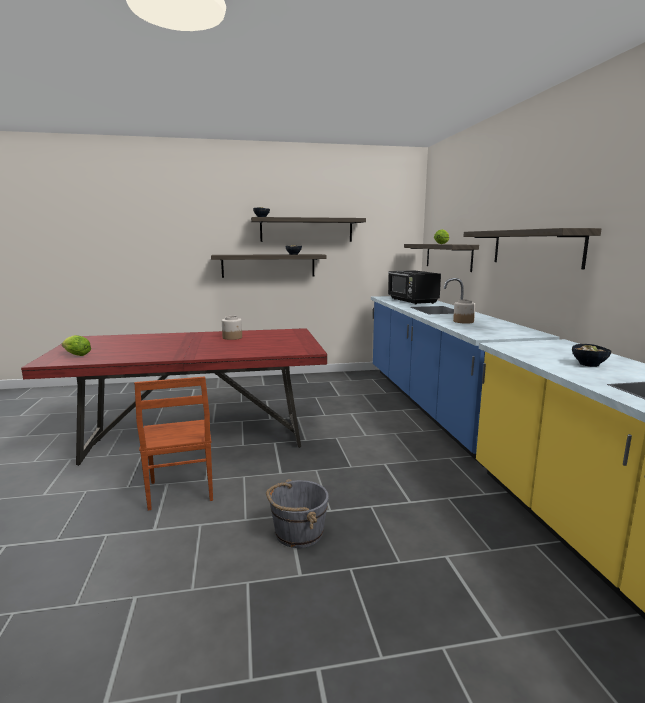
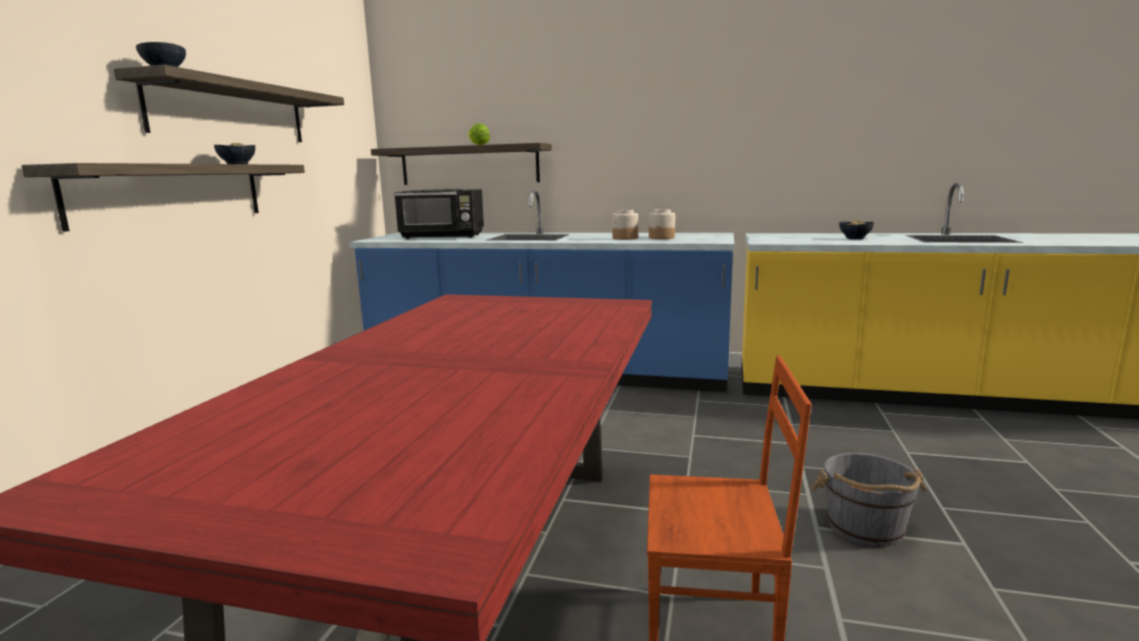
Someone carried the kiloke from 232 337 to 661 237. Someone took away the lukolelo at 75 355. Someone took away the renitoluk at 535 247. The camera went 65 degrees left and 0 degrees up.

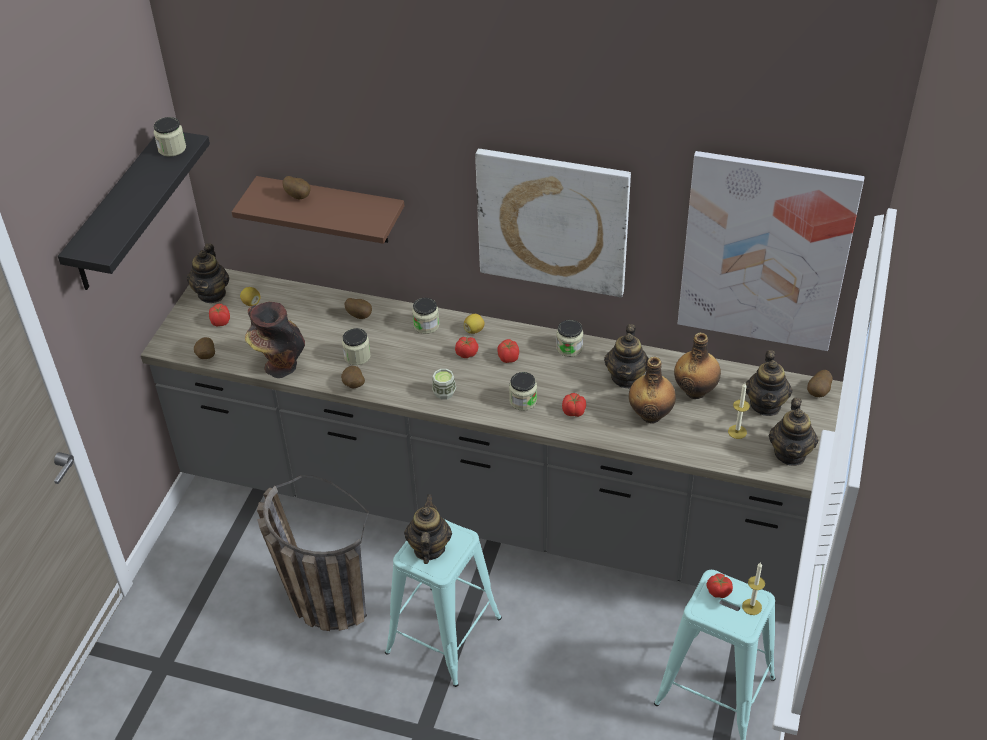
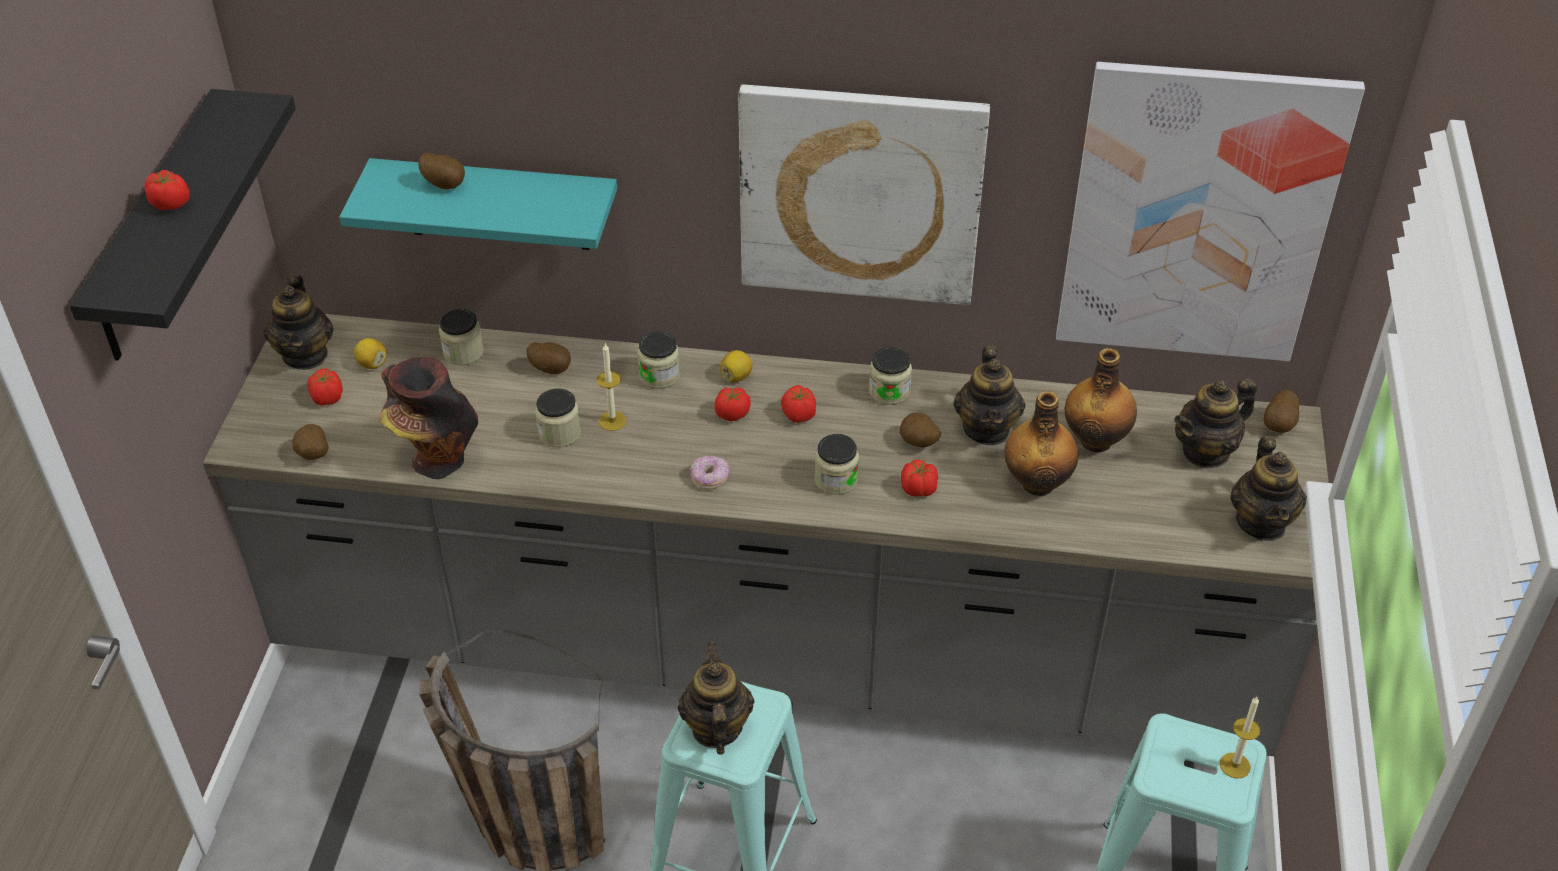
Someone carried the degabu from 718 591 to 171 204. Someone repainted the brown renitoluk at 332 210, which became the turquoise renitoluk at 497 204. Someone carried the kiloke from 172 148 to 463 352. Someone carried the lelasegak from 737 432 to 612 421. Someone swapped the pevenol at 444 393 for the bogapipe at 709 478. Someone carried the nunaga from 353 386 to 918 444. Someone rotated the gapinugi at 766 405 by 60 degrees clockwise. The camera went 10 degrees left and 0 degrees up.

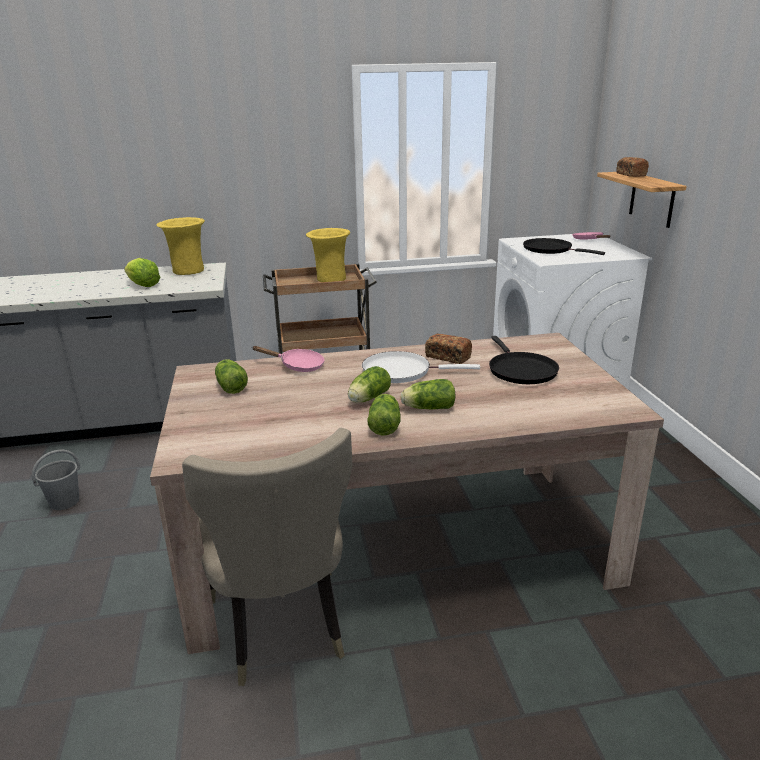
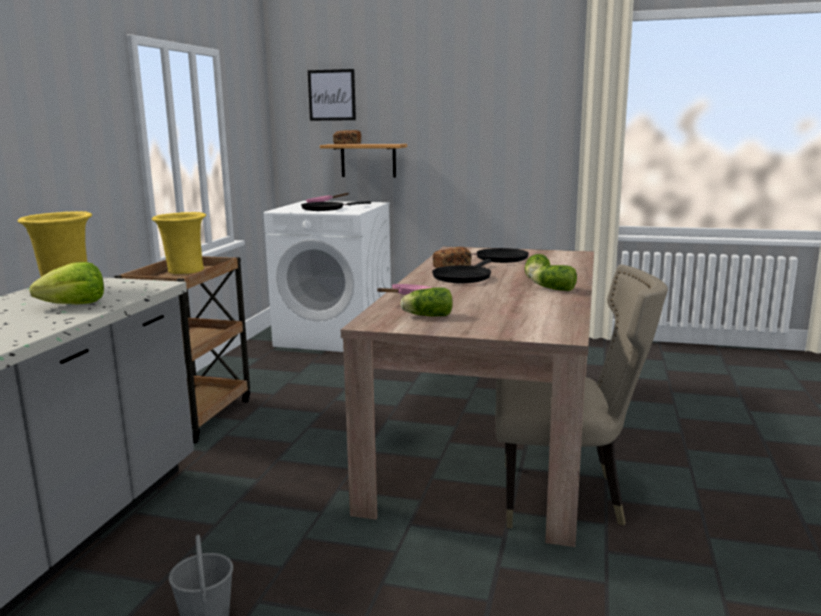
Someone put up the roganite at 332 95. Someone repainted the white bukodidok at 401 371, which became the black bukodidok at 463 277. Someone took away the lukolelo at 367 399. The camera went 65 degrees left and 10 degrees down.

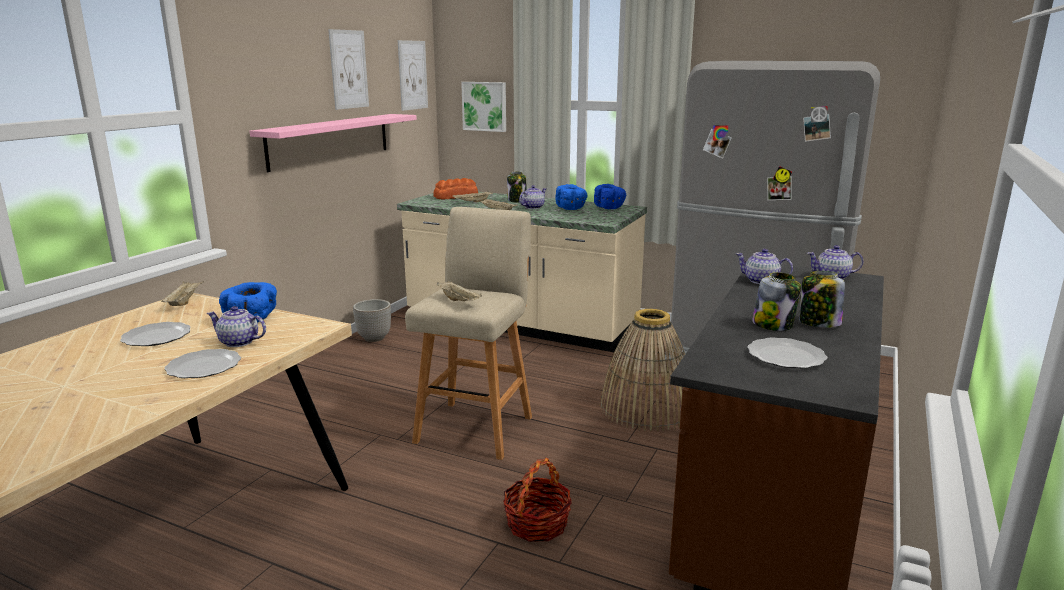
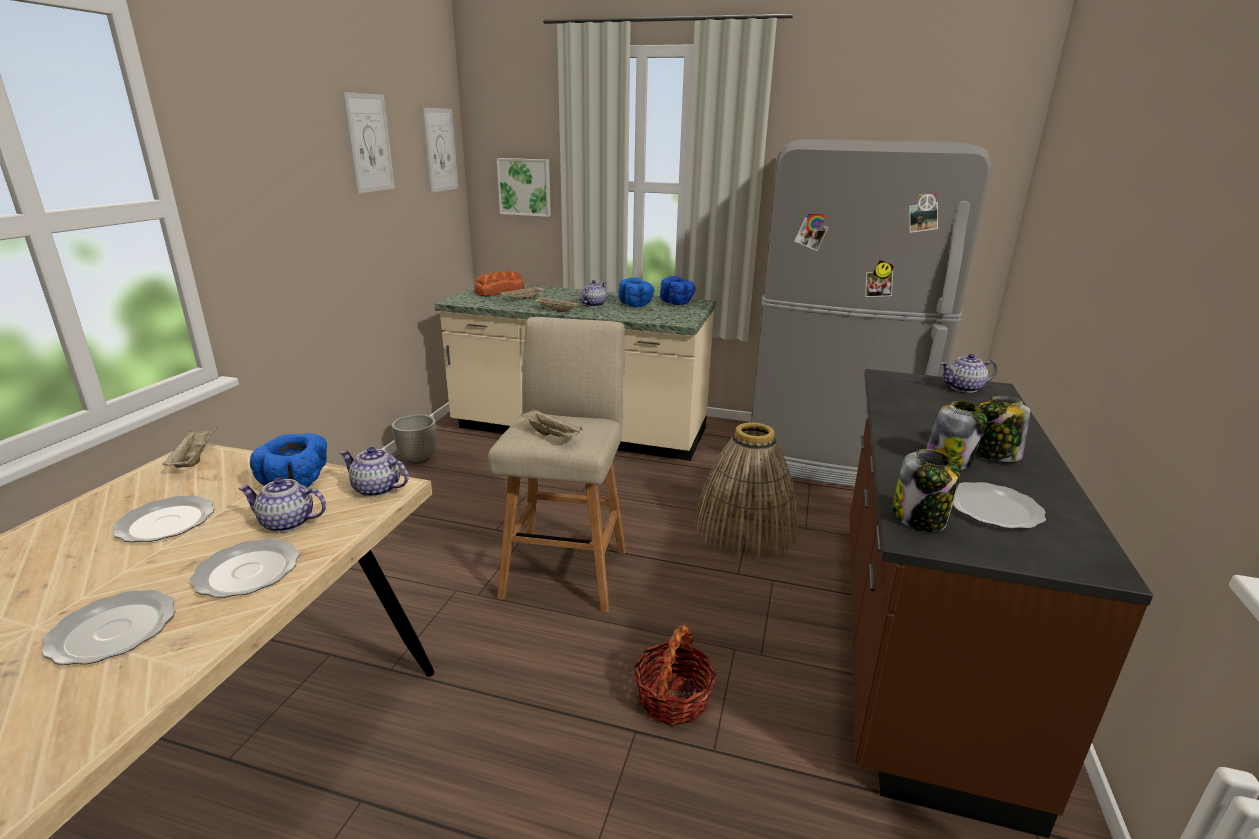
Someone put down the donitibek at 111 631. Someone carried the gapinugi from 761 281 to 377 489. Someone carried the kiloke from 517 200 to 919 519. Someone took away the pink renitoluk at 330 140. The camera went 10 degrees left and 5 degrees up.

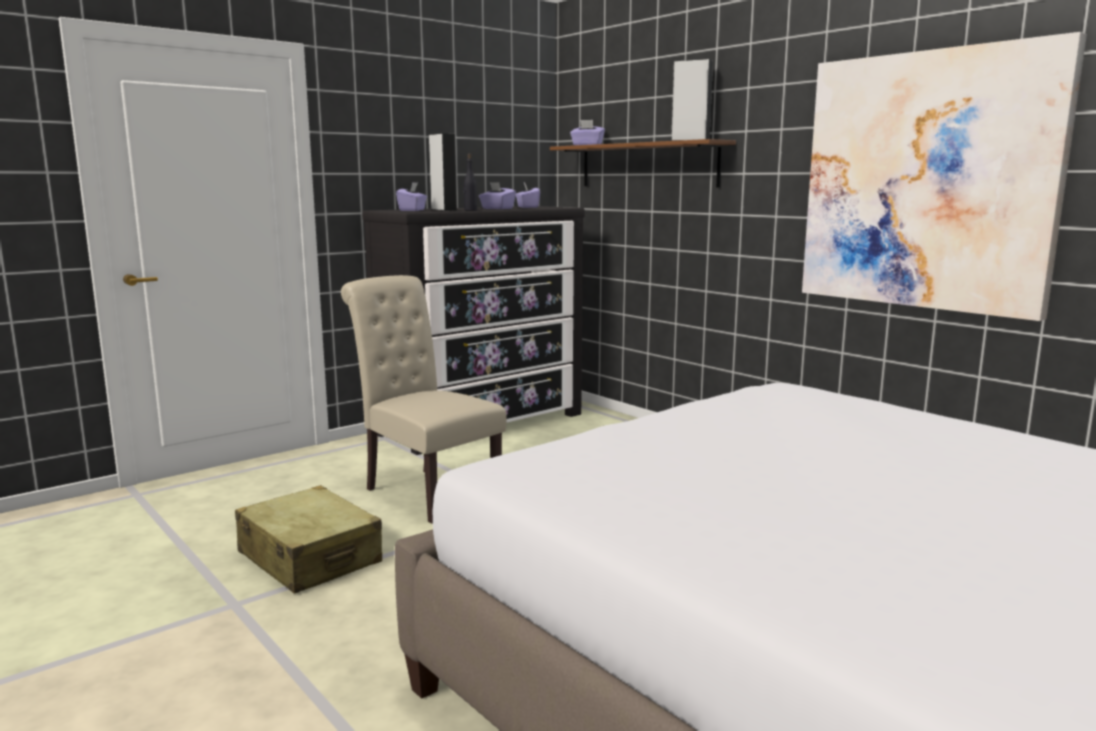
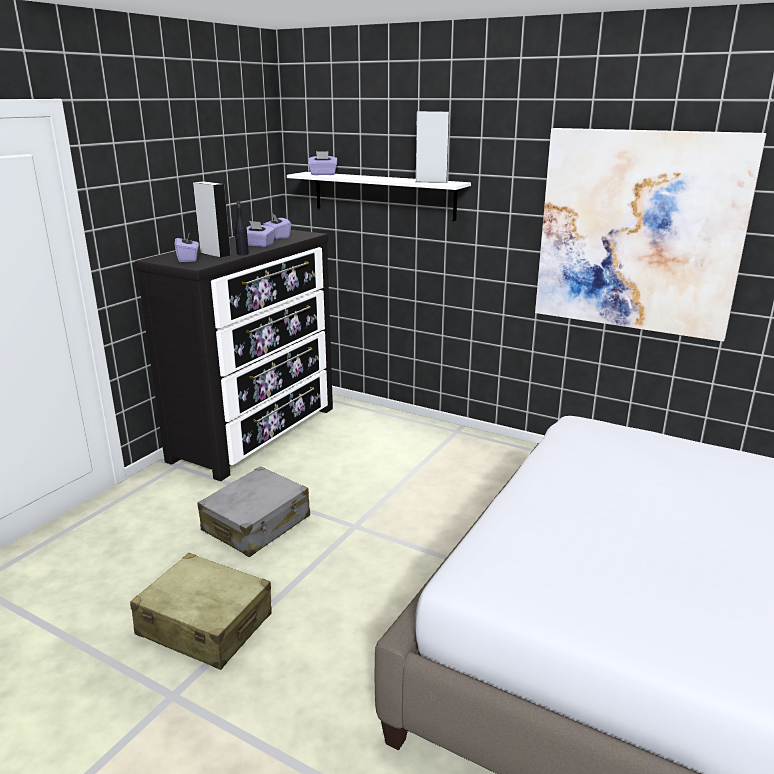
Someone swapped the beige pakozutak at 425 491 for the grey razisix at 257 524. Someone repainted the brown renitoluk at 647 165, which became the white renitoluk at 383 195. The camera went 20 degrees left and 10 degrees up.

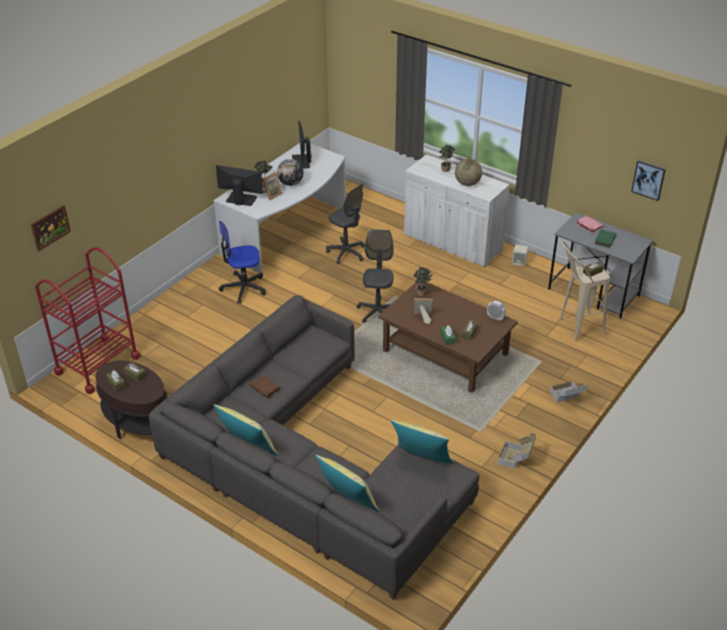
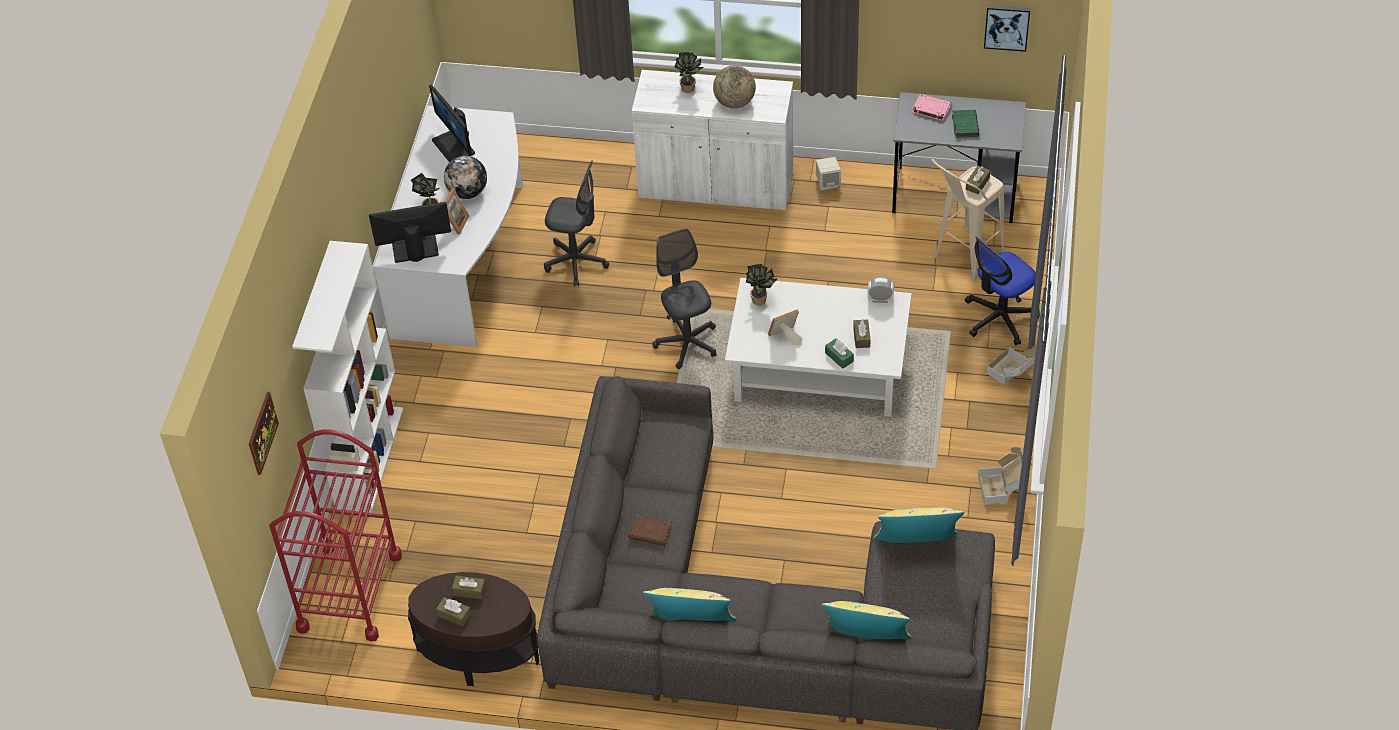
Someone put down the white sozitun at 369 457. Someone repainted the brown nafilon at 445 352, which became the white nafilon at 818 370. Someone carried the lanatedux from 243 288 to 999 318. The camera went 25 degrees left and 10 degrees up.

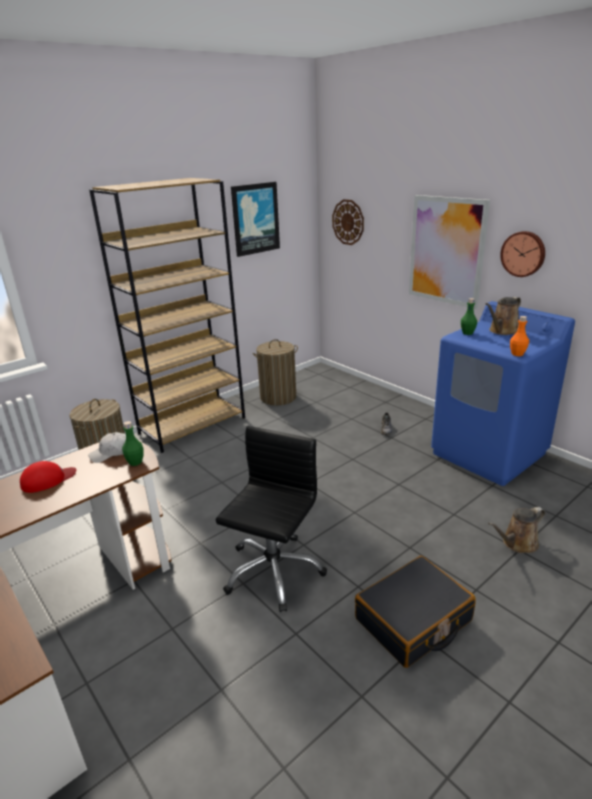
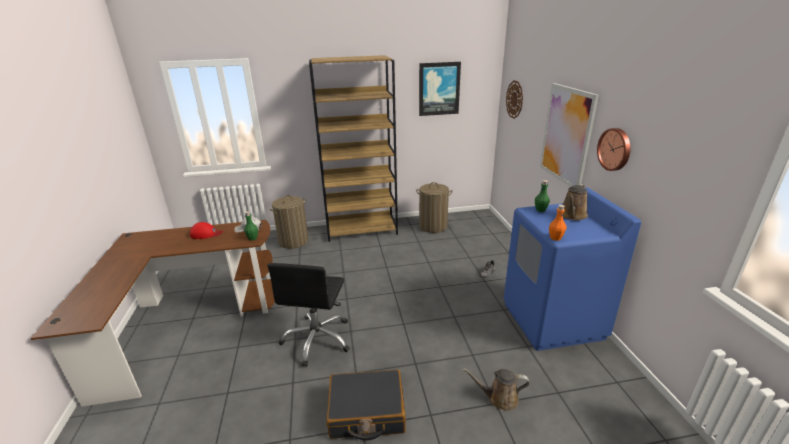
Someone rotated the black lanatedux at 273 571 by 135 degrees clockwise. Someone rotated the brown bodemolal at 502 331 by 45 degrees counterclockwise. The camera went 30 degrees right and 0 degrees up.

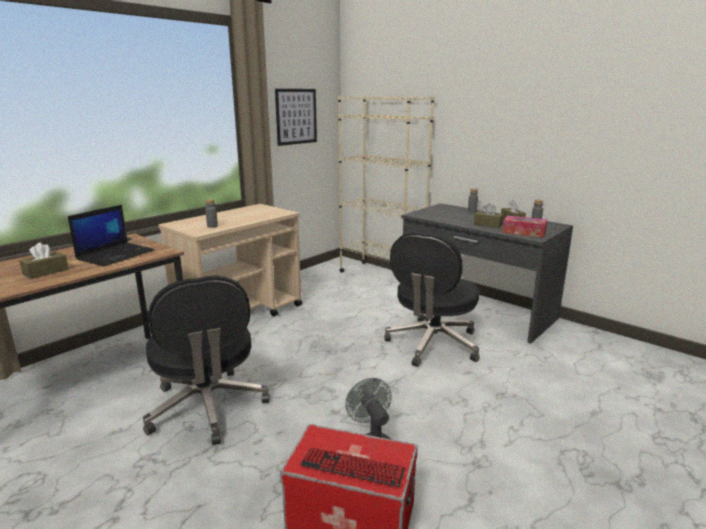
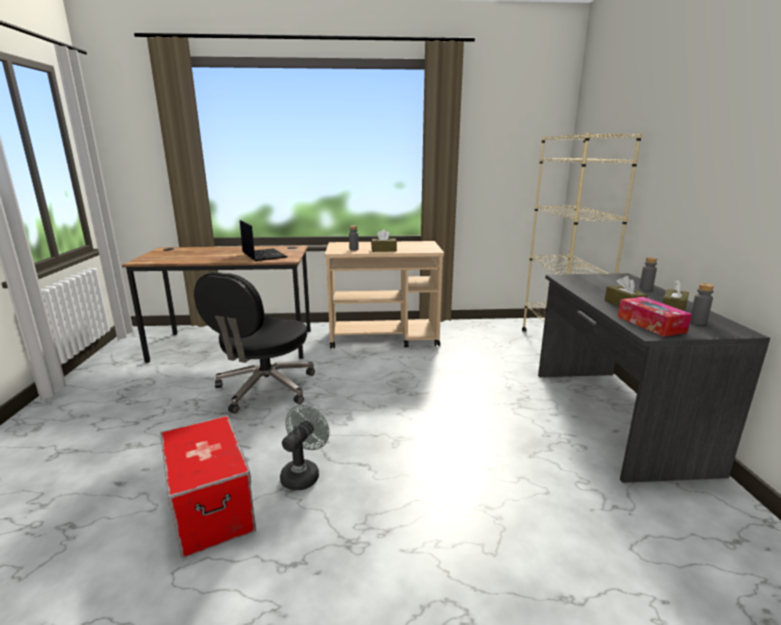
Someone rotated the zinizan at 116 254 by 105 degrees counterclockwise. Someone carried the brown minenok from 46 272 to 383 250. Someone took away the roganite at 296 116. Someone took away the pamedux at 352 468. Someone took away the black lanatedux at 432 344. The camera went 45 degrees right and 0 degrees up.

